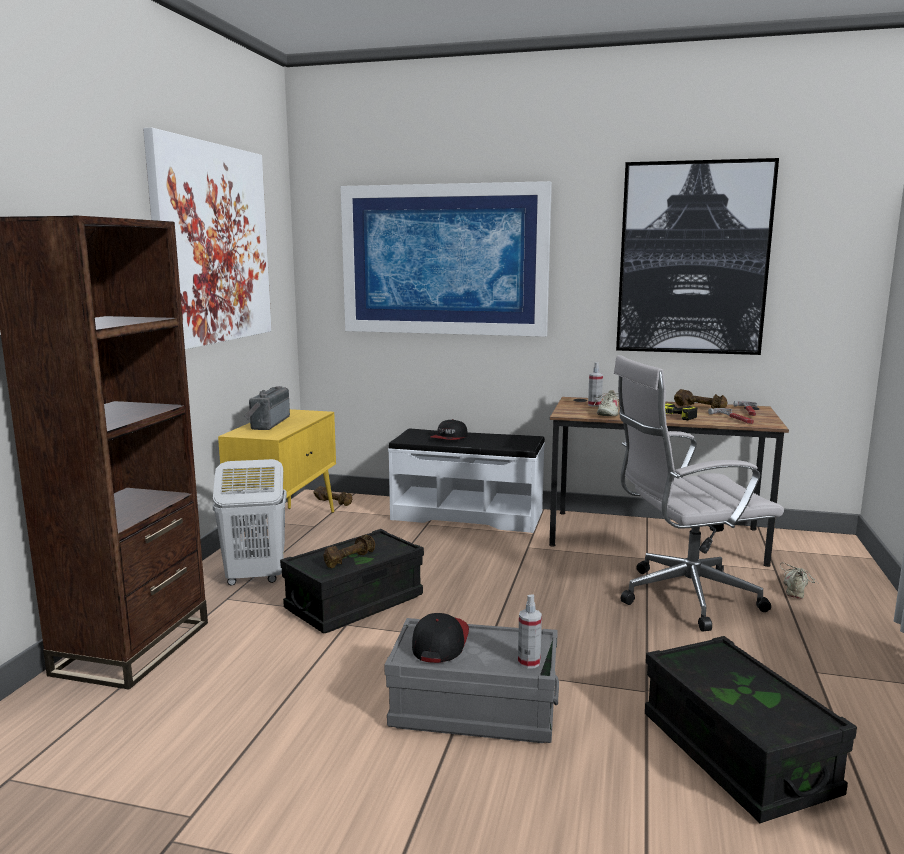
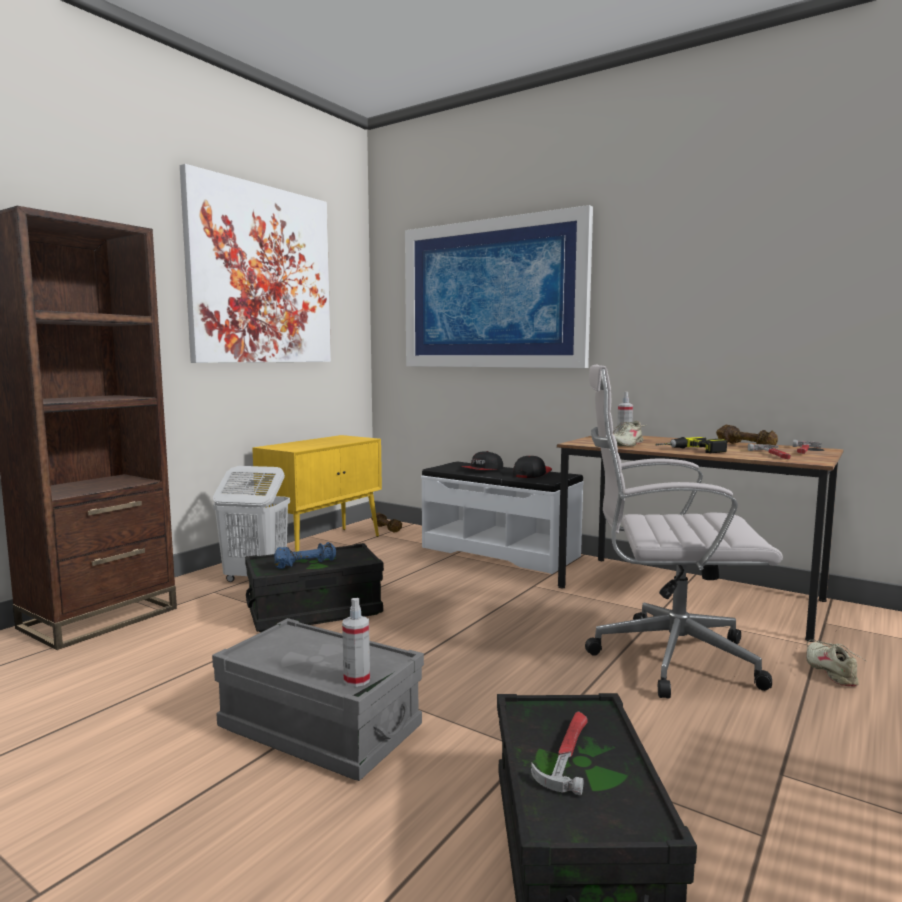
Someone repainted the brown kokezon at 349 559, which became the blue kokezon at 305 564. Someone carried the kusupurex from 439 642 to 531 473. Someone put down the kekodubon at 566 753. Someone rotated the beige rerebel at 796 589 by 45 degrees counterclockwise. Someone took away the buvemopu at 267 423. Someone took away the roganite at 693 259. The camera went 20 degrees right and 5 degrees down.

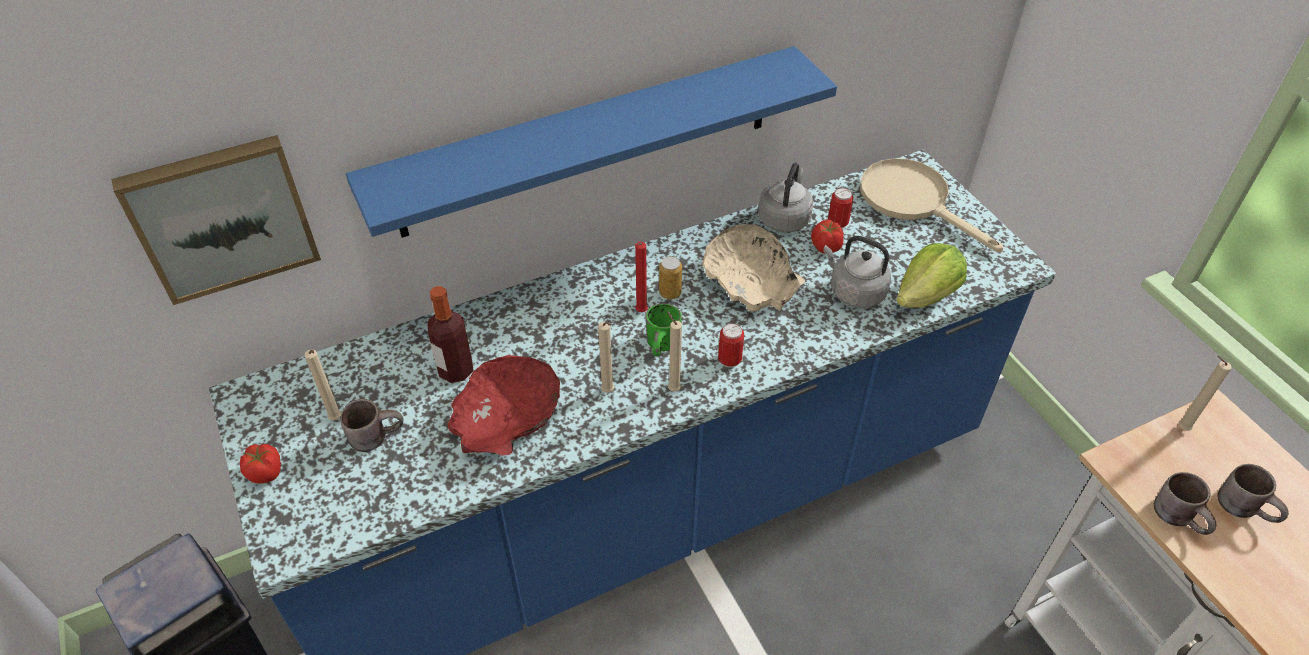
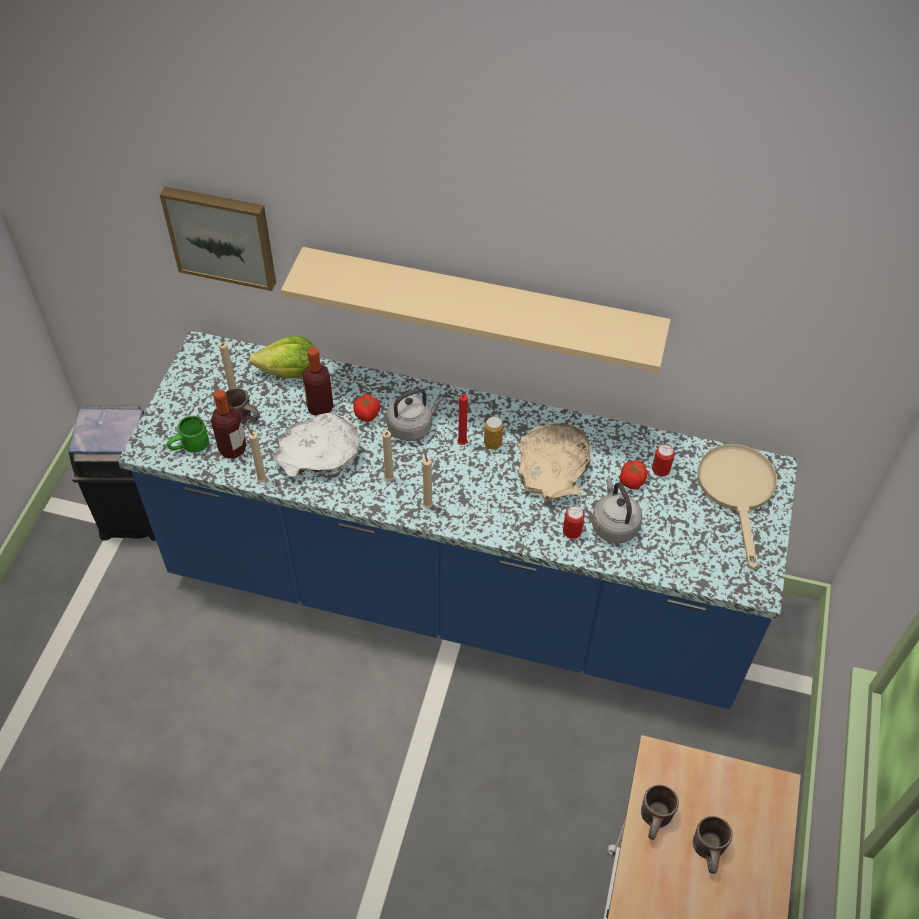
Someone carried the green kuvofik from 664 346 to 192 448. Someone put down the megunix at 232 449. Someone carried the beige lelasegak from 1180 428 to 261 479. Someone carried the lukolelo from 926 296 to 290 372. Someone repainted the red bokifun at 507 417, which became the white bokifun at 319 455. Someone repainted the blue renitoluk at 588 142, which became the beige renitoluk at 481 307. Someone carried the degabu from 266 472 to 367 415. Someone carried the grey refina from 784 218 to 412 426. Someone carried the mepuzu from 729 360 to 571 532. The camera went 40 degrees right and 5 degrees up.

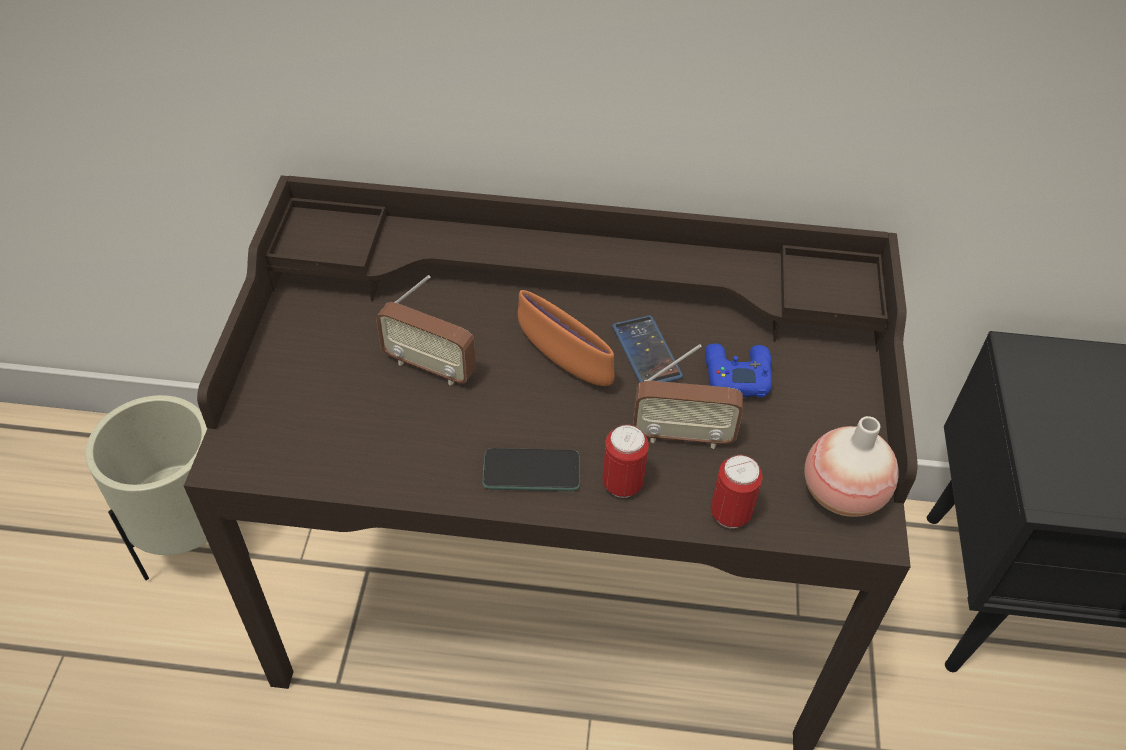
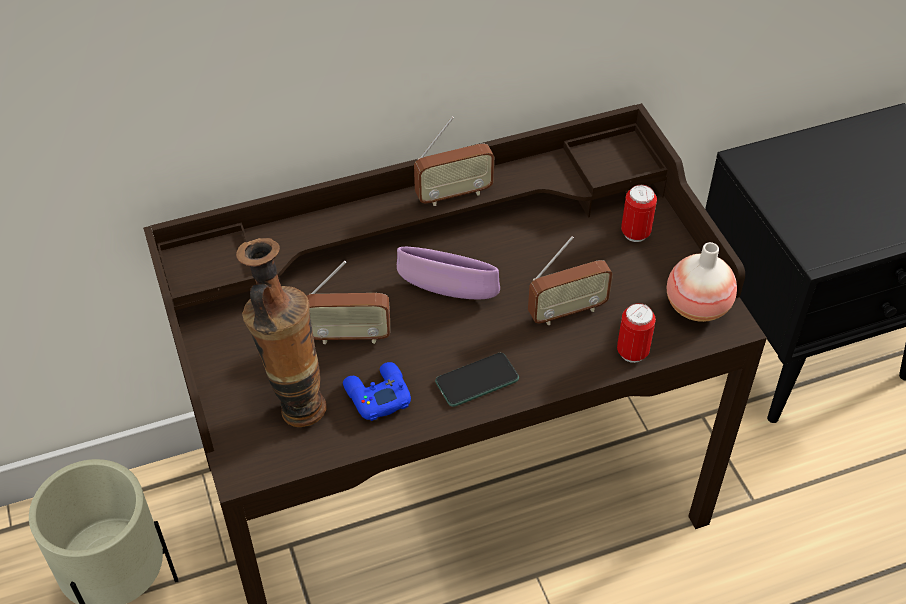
Someone put down the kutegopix at 294 402. Someone carried the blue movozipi from 736 374 to 377 395. Someone repainted the orange bokifun at 564 361, which became the purple bokifun at 448 291. Someone put down the buvemopu at 453 194. Someone carried the mepuzu from 622 484 to 635 233. Someone took away the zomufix at 646 352. The camera went 25 degrees left and 0 degrees up.

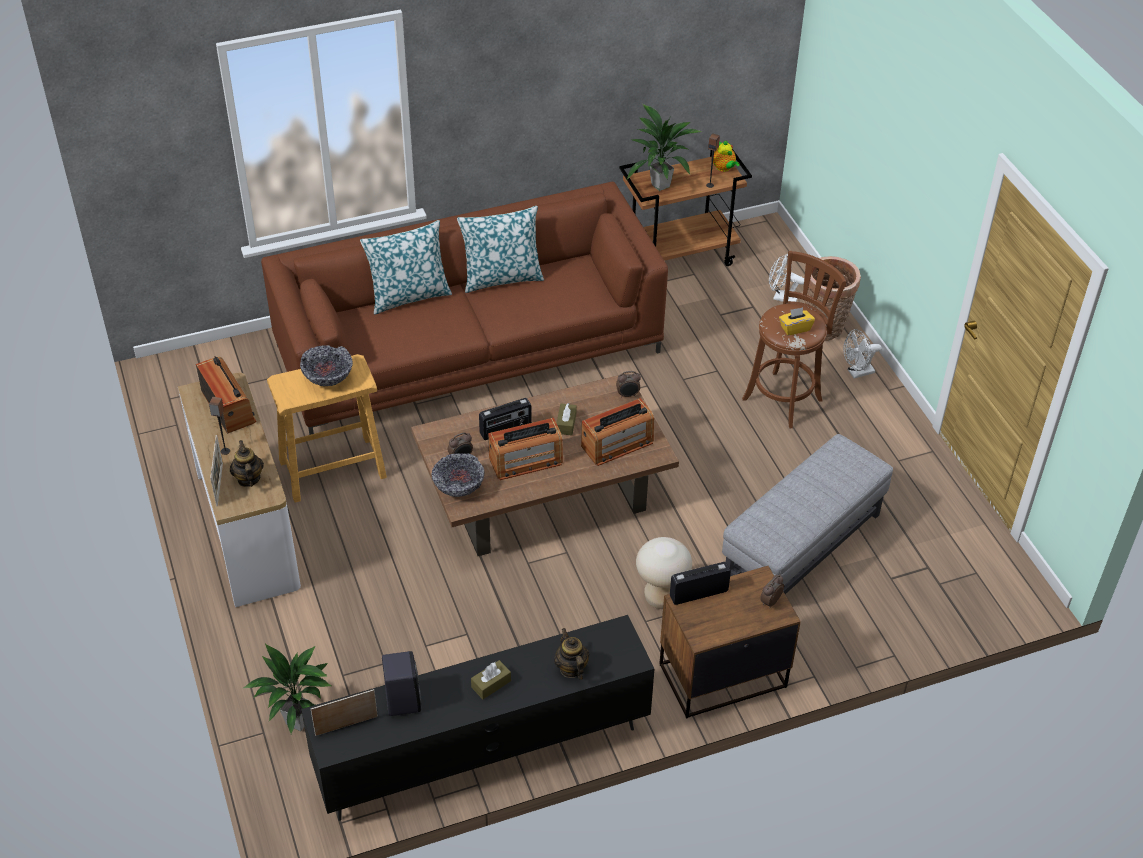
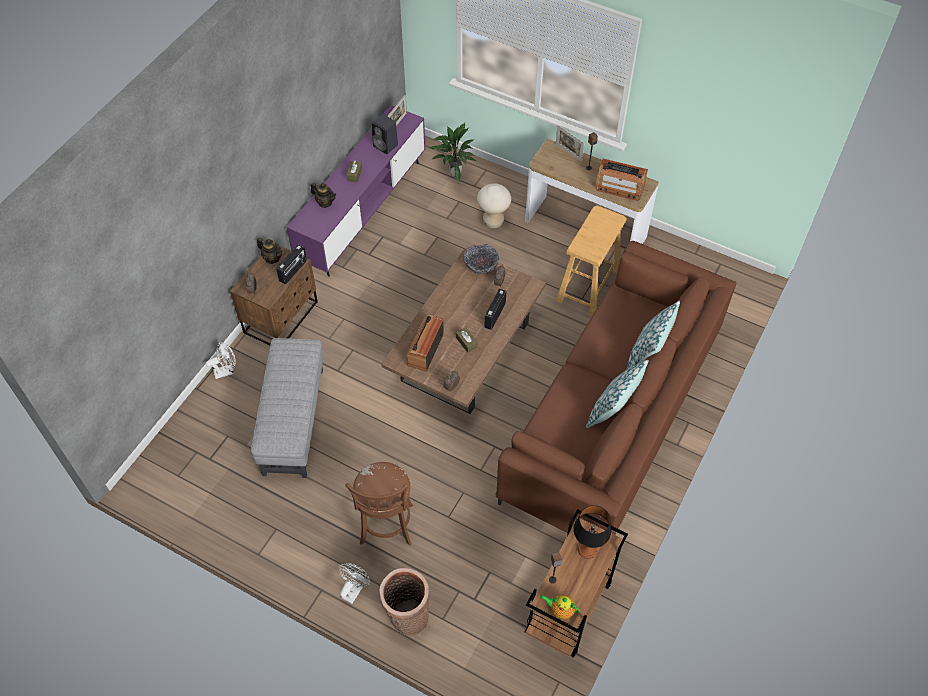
Someone carried the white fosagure from 781 297 to 226 371. Someone carried the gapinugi from 248 479 to 272 258. Someone repainted the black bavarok at 482 751, which became the purple bavarok at 363 213. Someone carried the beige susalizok from 661 598 to 493 222. Someone swapped the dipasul at 660 185 for the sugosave at 587 550. Someone took away the bokifun at 328 378. Someone took away the buvemopu at 526 461. Someone took away the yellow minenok at 795 328. The camera went 140 degrees right and 10 degrees up.

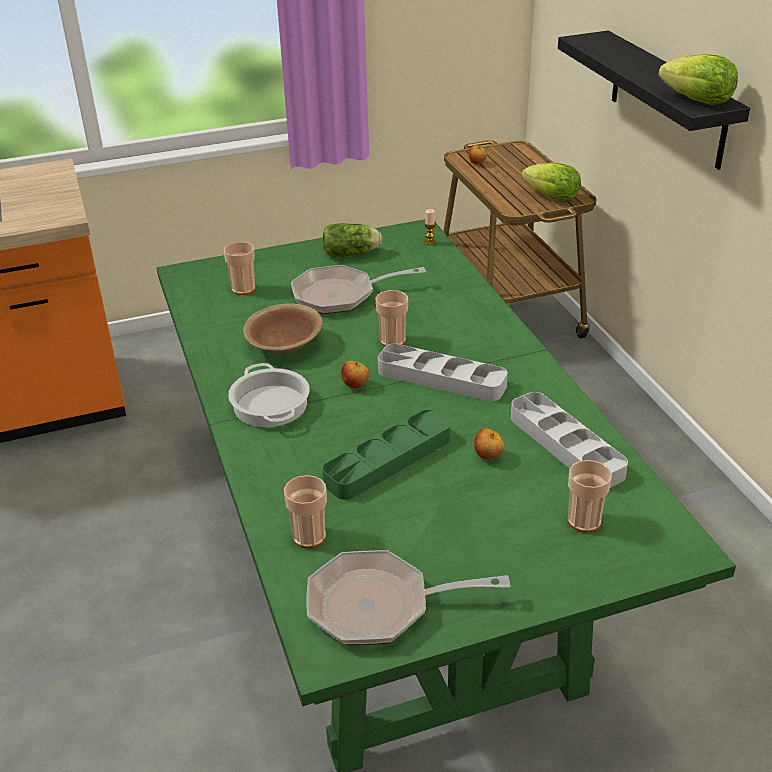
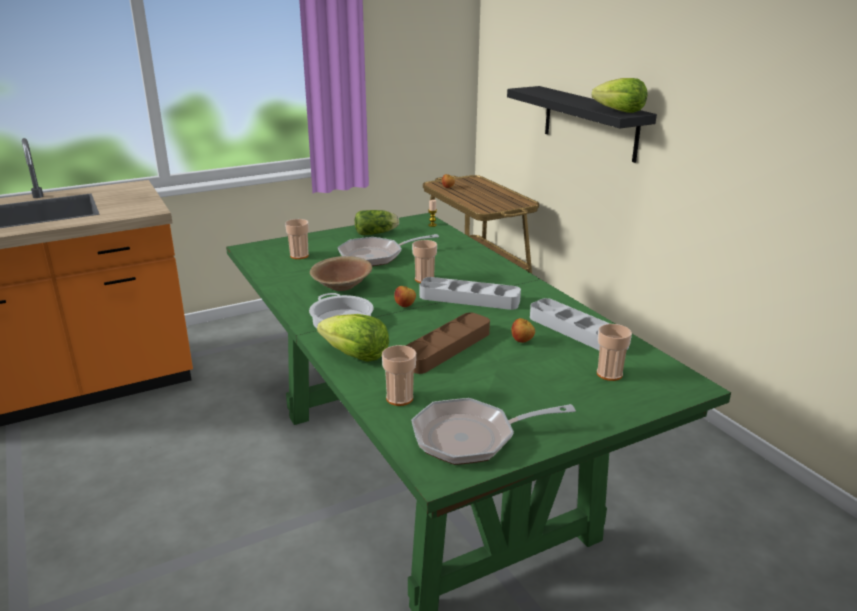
Someone carried the lukolelo from 552 198 to 356 356. Someone repainted the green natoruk at 388 460, which became the brown natoruk at 446 348. The camera went 10 degrees left and 10 degrees down.

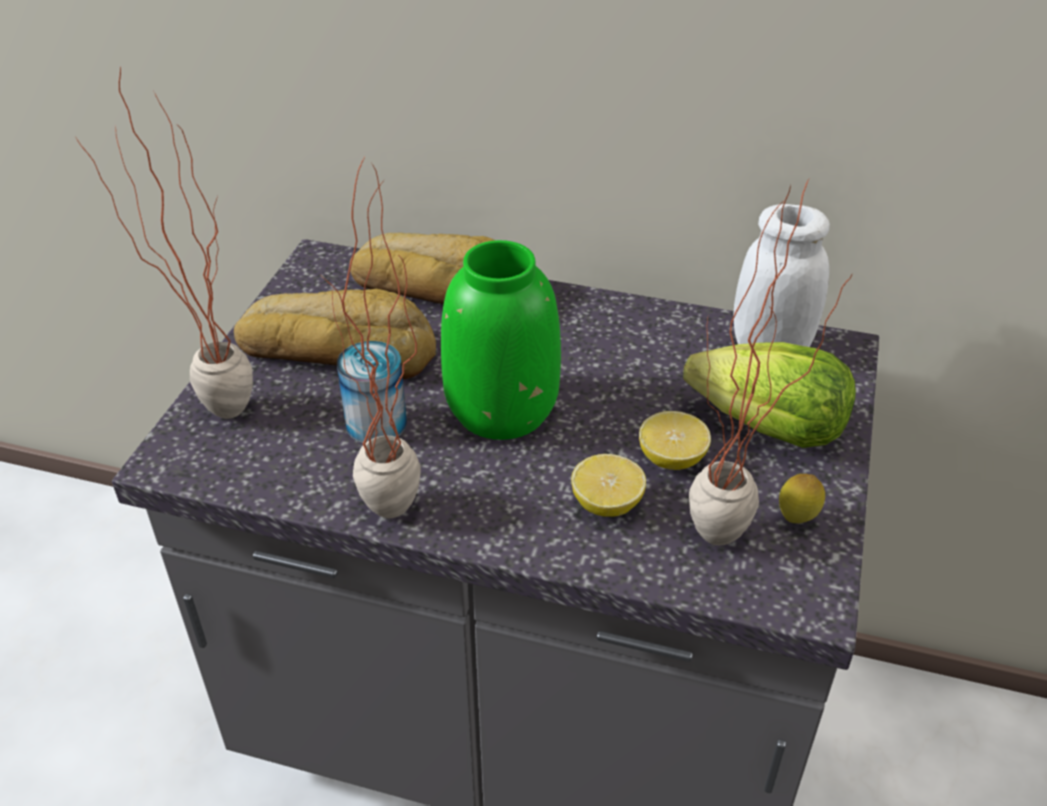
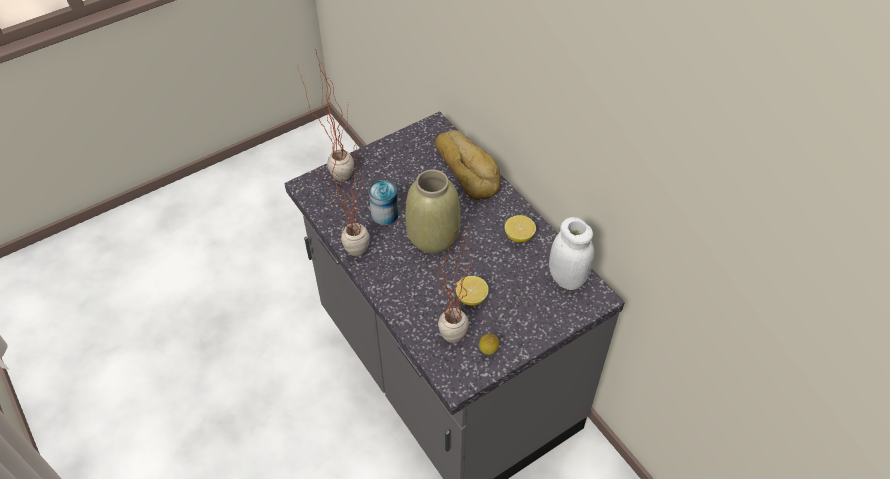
Someone repainted the green kutegopix at 500 408, which became the beige kutegopix at 433 236. Someone carried the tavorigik from 606 504 to 519 236. Someone took away the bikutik at 338 349. Someone took away the lukolelo at 770 429. The camera went 40 degrees right and 10 degrees up.

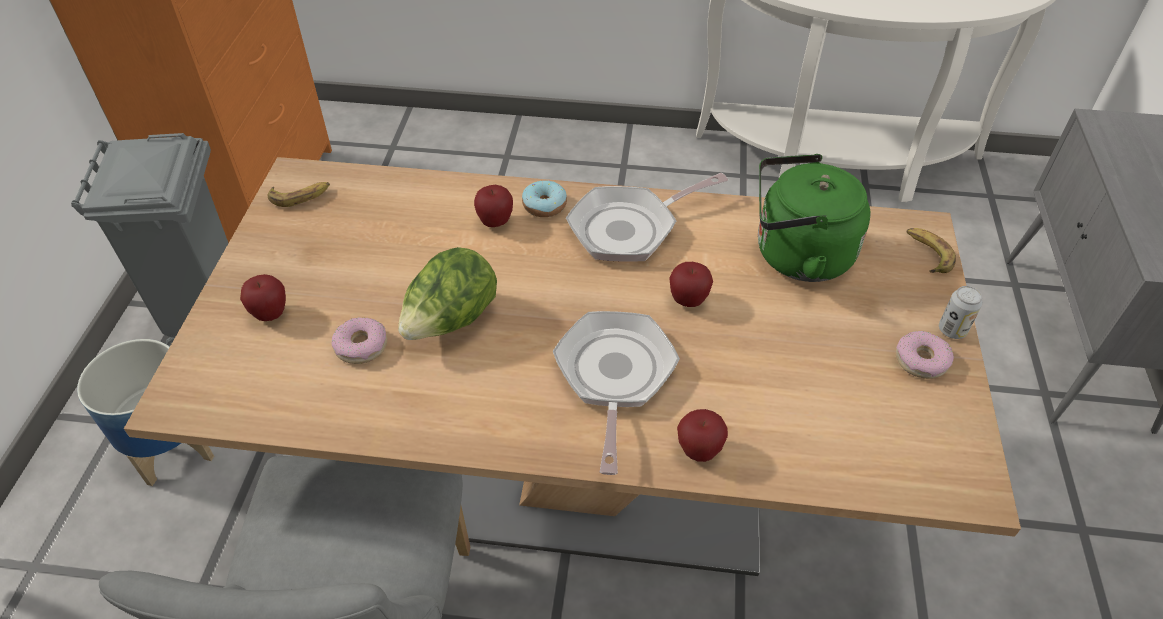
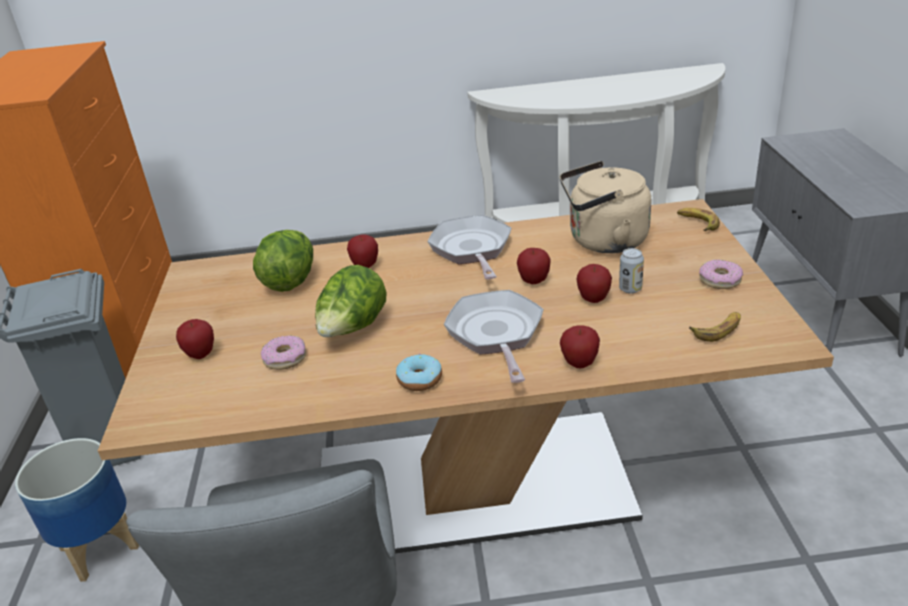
Someone put down the lukolelo at 290 280. Someone carried the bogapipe from 544 205 to 420 380. Someone rotated the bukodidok at 630 228 by 120 degrees clockwise. Someone repainted the green refina at 796 255, which became the beige refina at 603 241. Someone put down the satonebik at 593 299. Someone carried the mepuzu from 952 330 to 630 289. Someone carried the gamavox from 300 196 to 718 330. The camera went 10 degrees left and 15 degrees down.

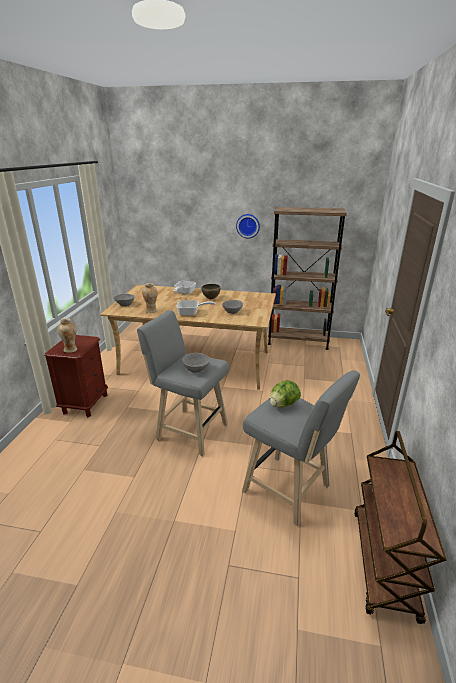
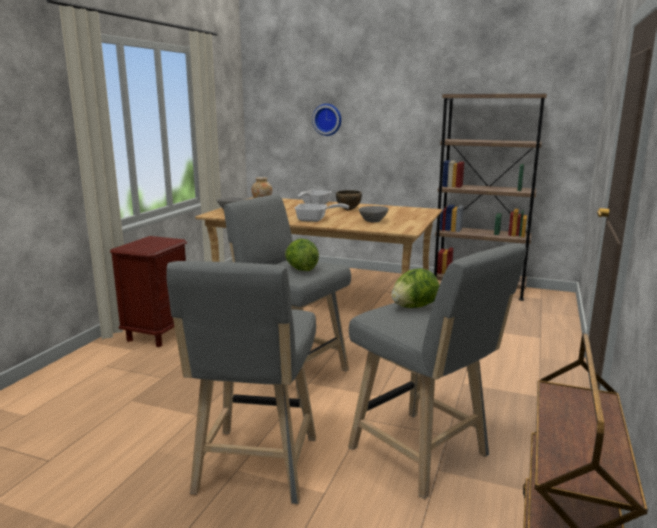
Someone put down the grey susalizok at 255 469. Someone swapped the grey bokifun at 196 369 for the lukolelo at 301 269. Someone carried the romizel from 248 225 to 327 119. Someone took away the kutegopix at 70 350. The camera went 10 degrees right and 10 degrees down.

